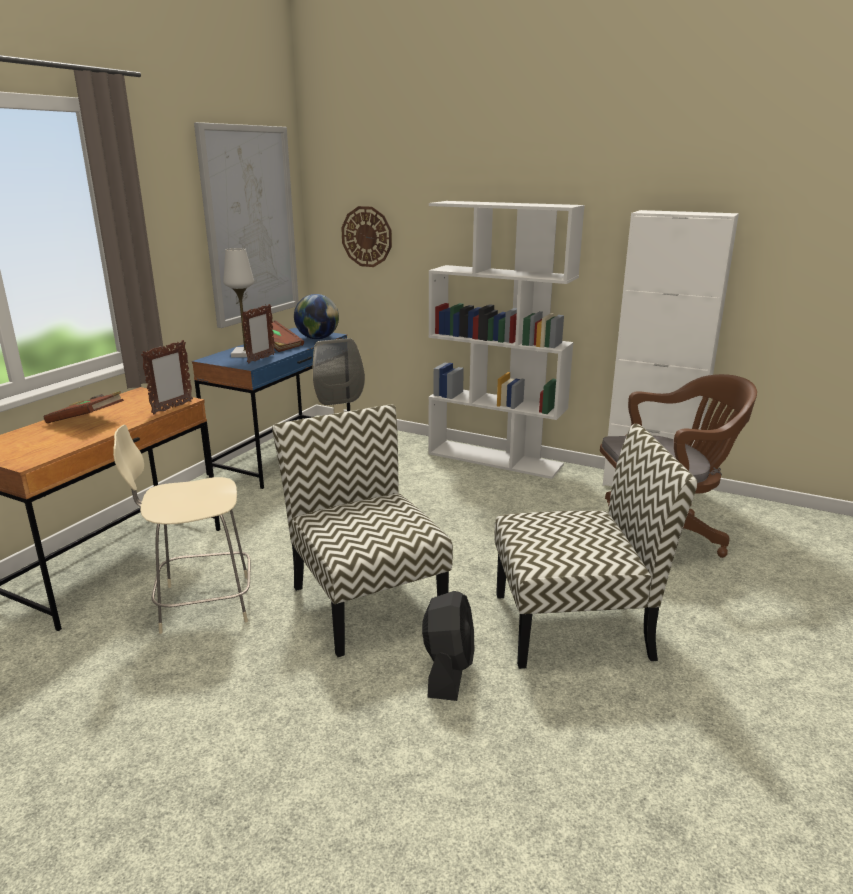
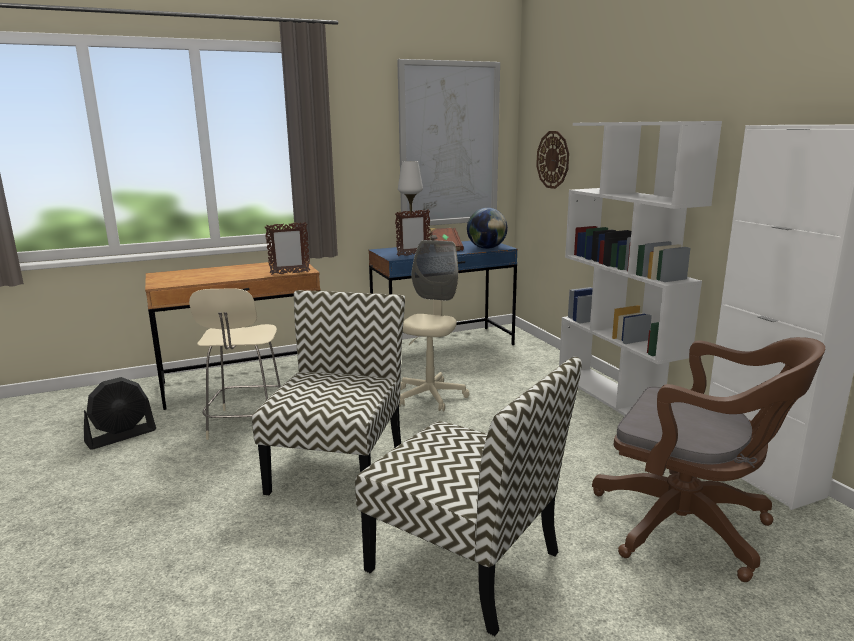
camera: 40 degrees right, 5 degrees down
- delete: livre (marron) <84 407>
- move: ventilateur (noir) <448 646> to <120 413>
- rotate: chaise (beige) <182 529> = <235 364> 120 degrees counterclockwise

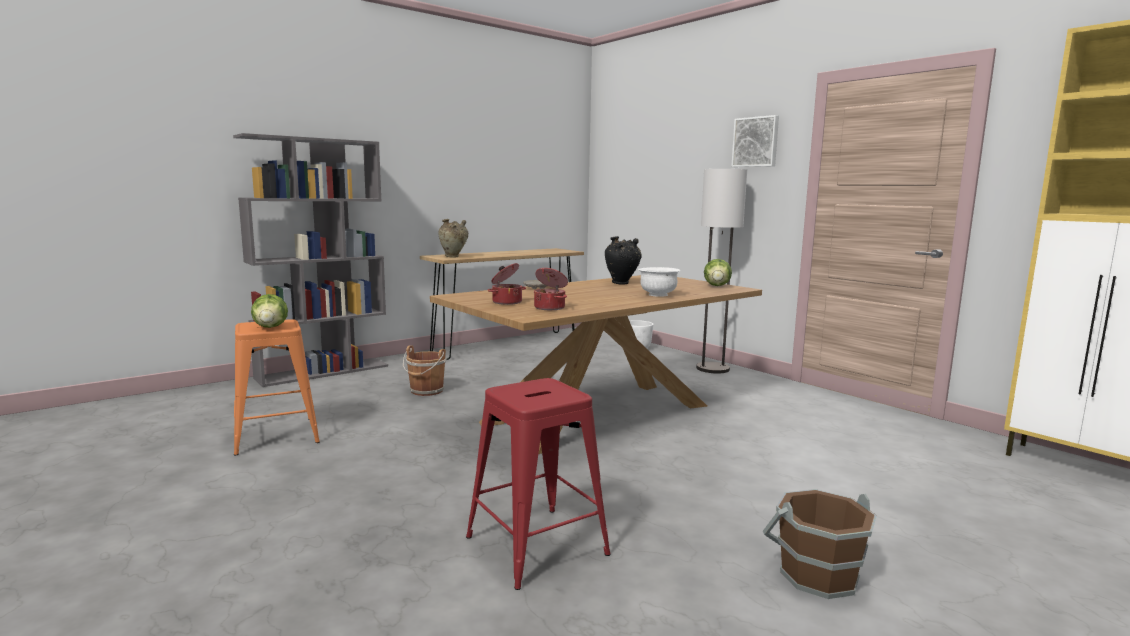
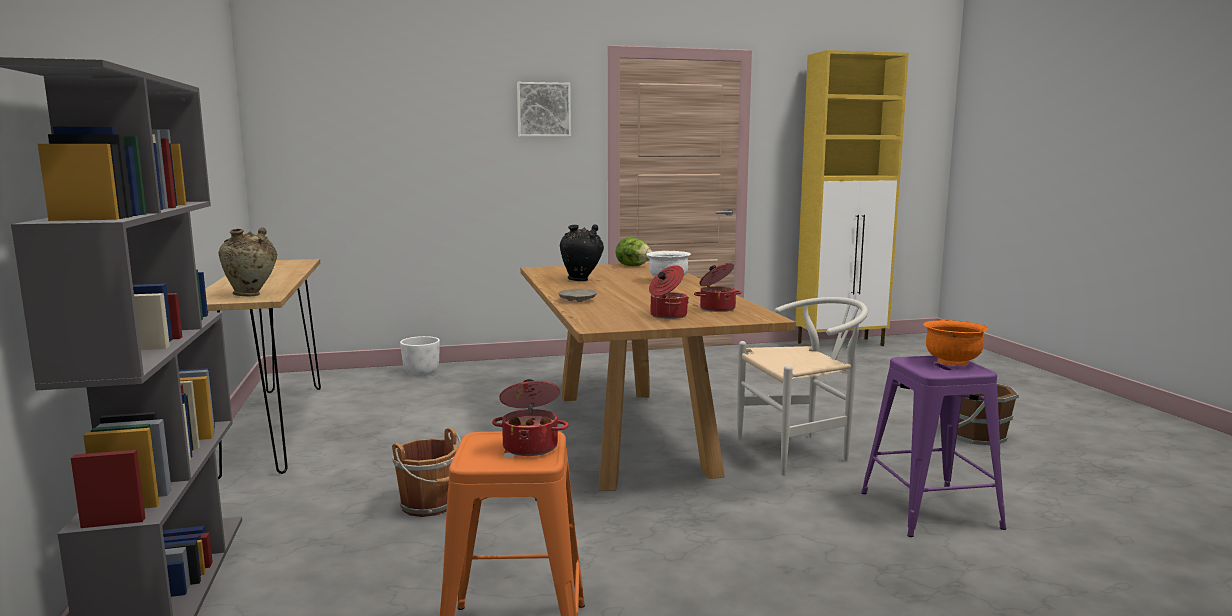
camera: 65 degrees left, 0 degrees up
- delete: lampadaire <721 271>
- insert: chaise (blanc) <802 386>
- insert: bol (orange) <955 343>
- replace: laitue <269 311> to marmite <530 417>
- recolor: tabouret (rouge) <538 484> to tabouret (violet) <933 446>

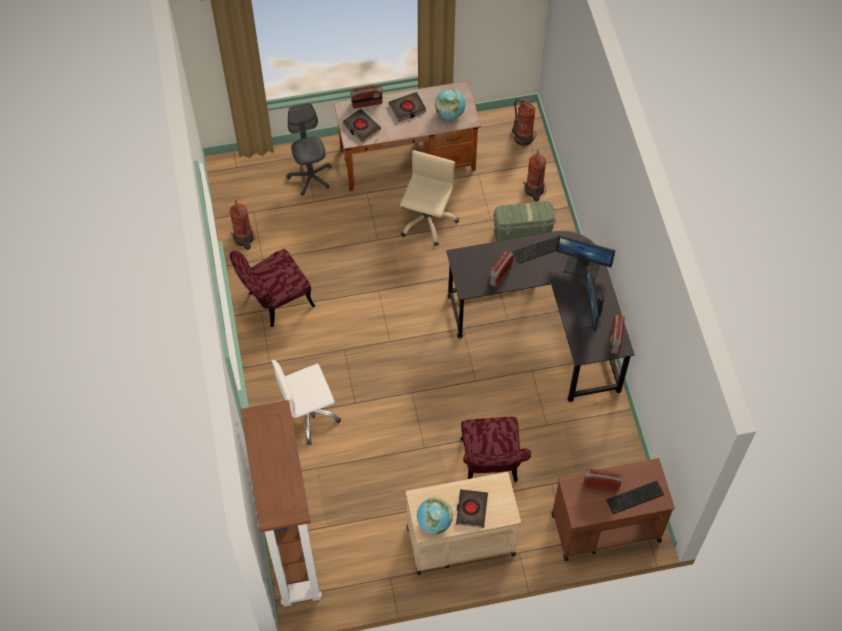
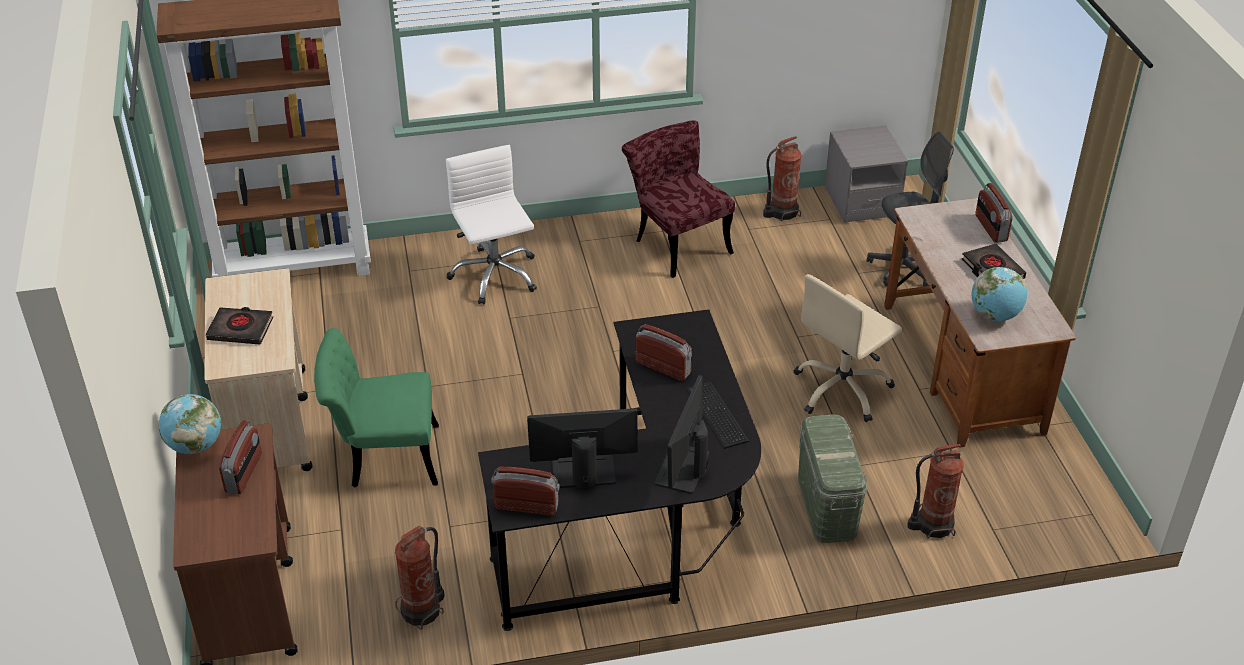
camera: 90 degrees right, 20 degrees down
- delete: livre (noir) <362 125>
- delete: clavier <635 497>
- insert: table de chevet (gris) <866 174>
- move: globe <435 515> to <190 424>
- move: extincteur <524 123> to <420 578>
- recolor: chaise (rouge) <496 449> to chaise (vert) <376 408>
- rotate: chaise de bureau (beige) <429 198> = <848 348> 120 degrees clockwise

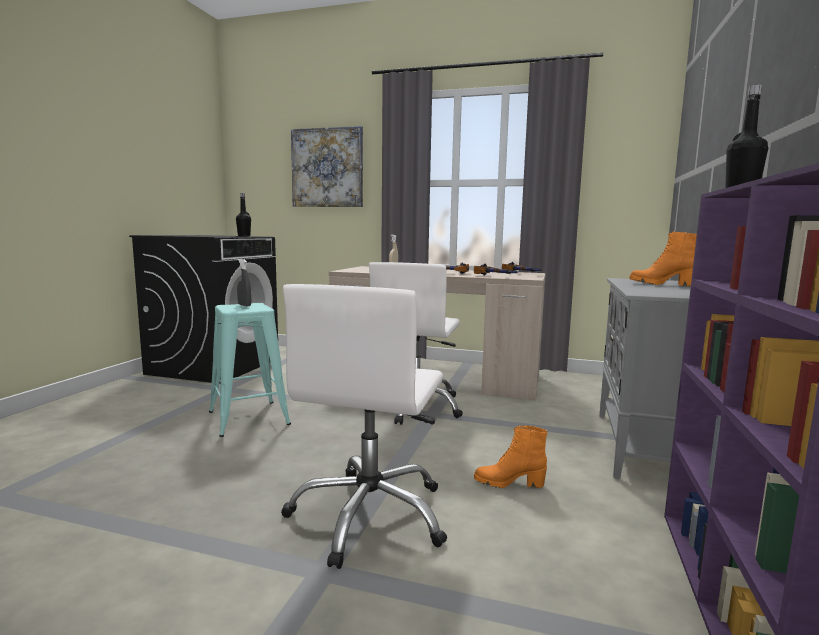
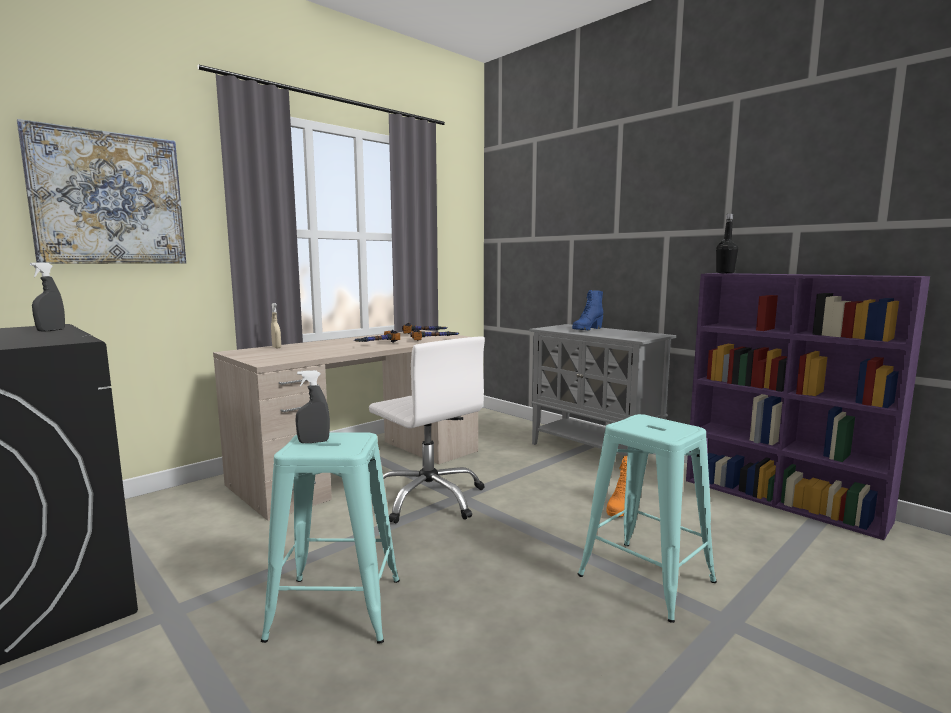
camera: 60 degrees left, 0 degrees up
- replace: bouteille (noir) <243 214> to vaporisateur (gris) <47 296>
- replace: chaise de bureau (blanc) <364 426> to tabouret (turquoise) <647 518>
- recolor: botte (orange) <663 258> to botte (bleu) <587 310>

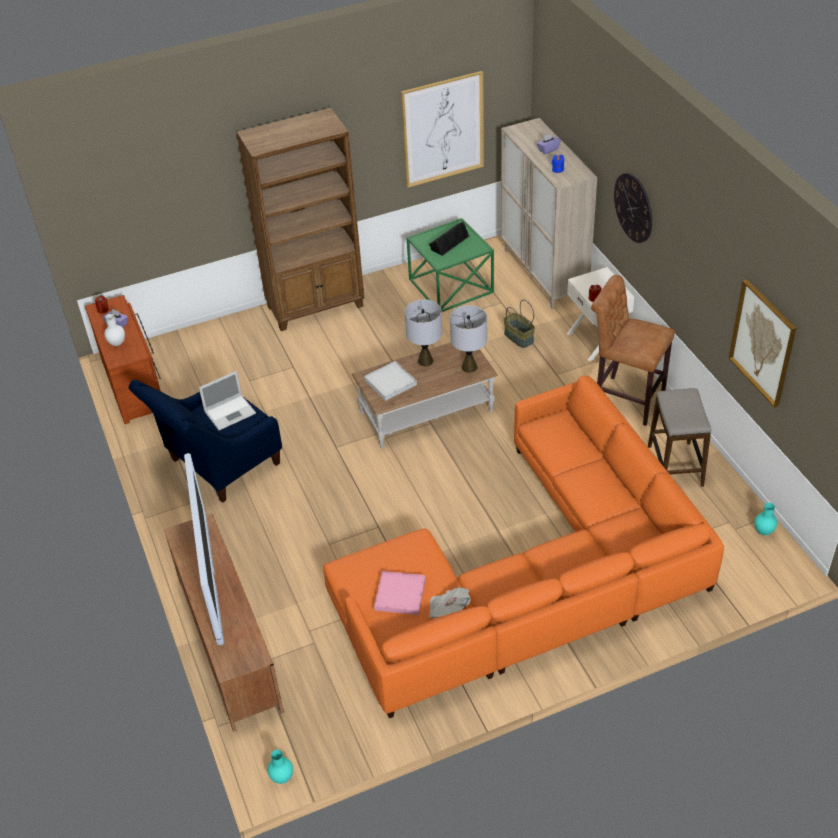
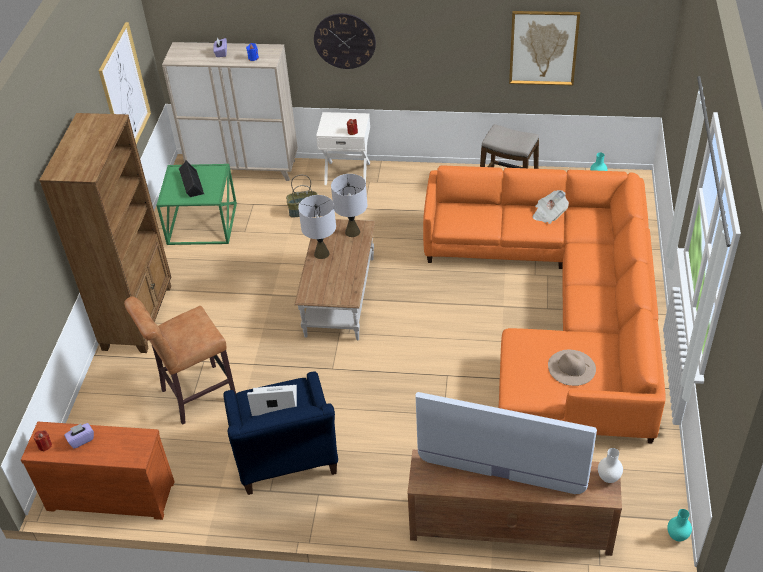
camera: 60 degrees left, 0 degrees up
- delete: plateau (blanc) <390 381>
- move: vase (blanc) <114 330> to <610 465>
- move: journal <450 603> to <550 207>
- move: tabouret (marron) <633 350> to <180 360>
- replace: plateau (rose) <400 593> to chapeau (beige) <572 368>
- rotate: ordinateur portable <227 400> = <272 400> 90 degrees counterclockwise

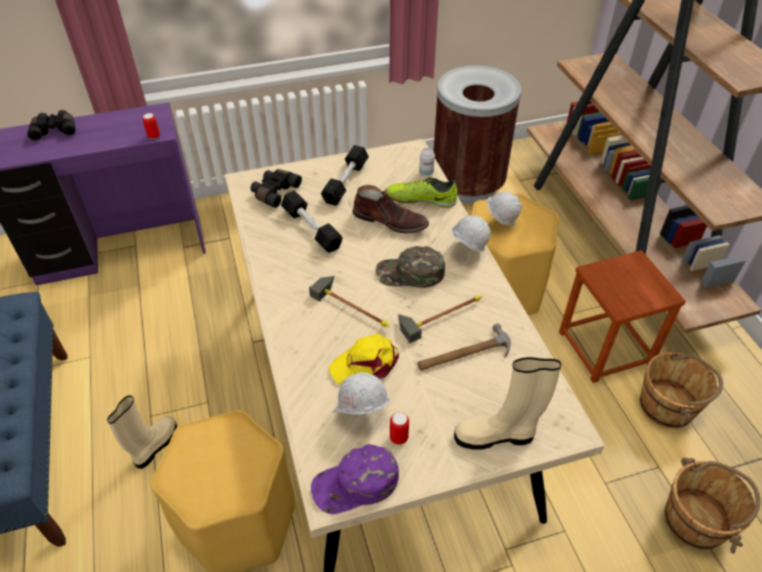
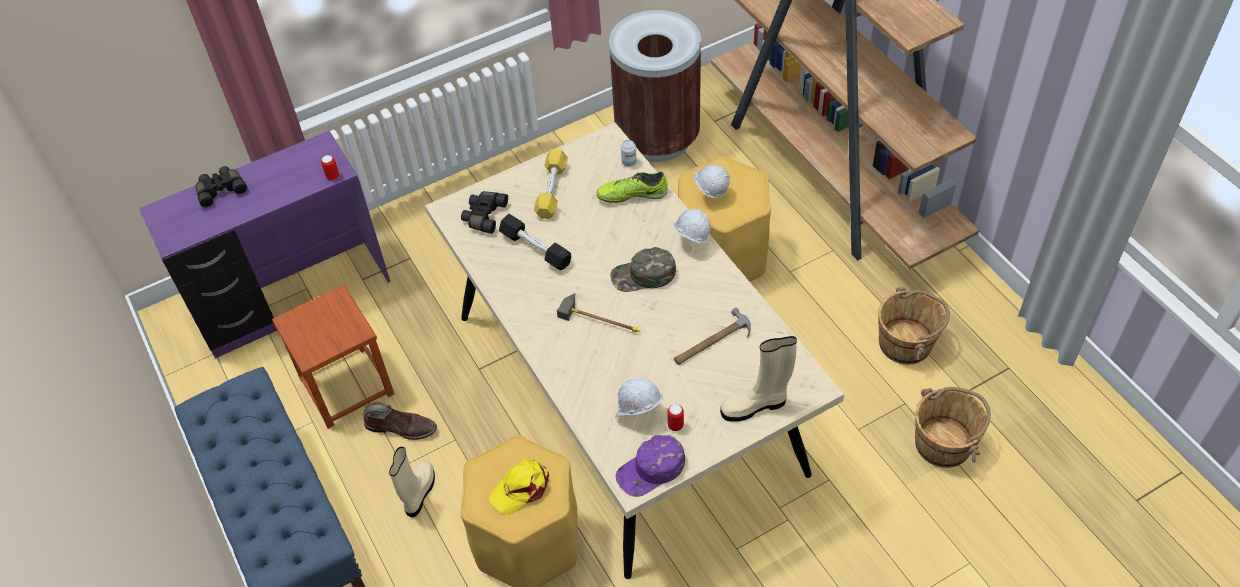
camera: 10 degrees left, 5 degrees up
- delete: marteau <440 319>
- move: casquette (jaune) <364 359> to <519 487>
- move: botte (marron) <390 209> to <400 421>
- move: tabouret (marron) <622 316> to <333 357>
- recolor: haltère (noir) <345 175> to haltère (jaune) <551 184>

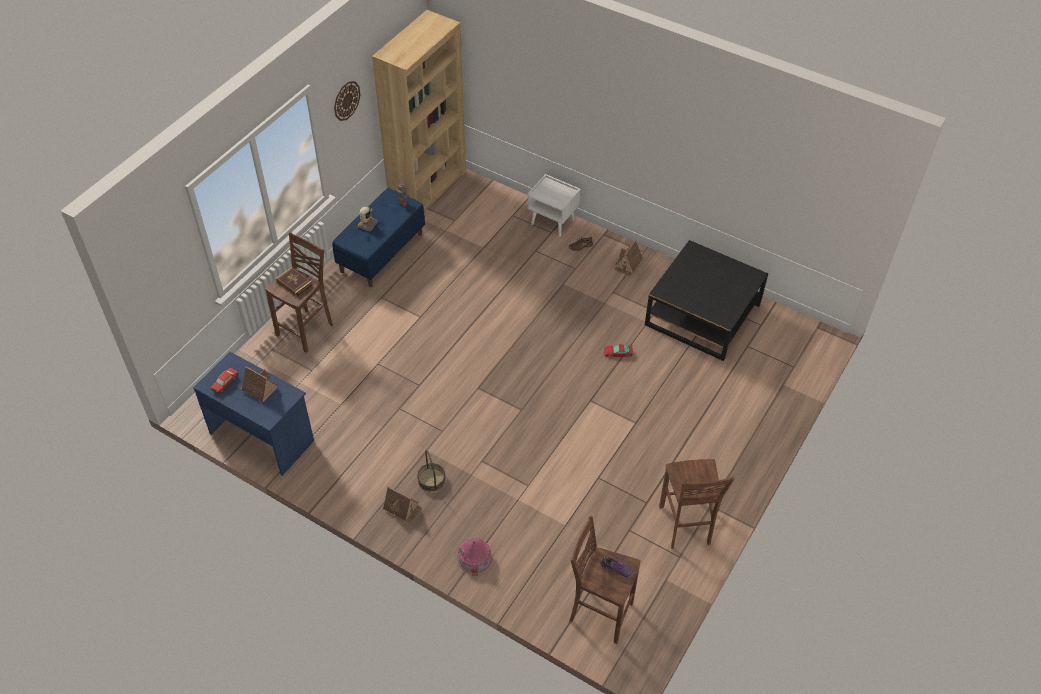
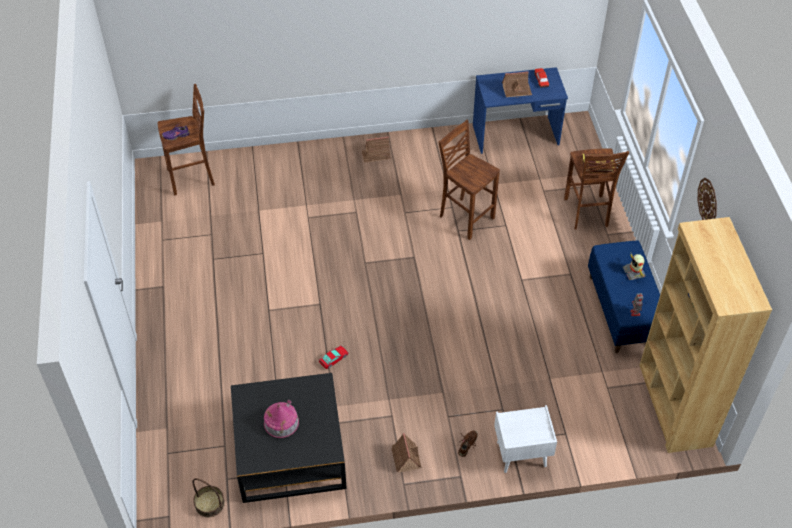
camera: 140 degrees right, 0 degrees up
- move: panier <431 471> to <208 497>
- move: maison miniature <474 557> to <281 419>
- move: tabouret (marron) <697 504> to <469 180>

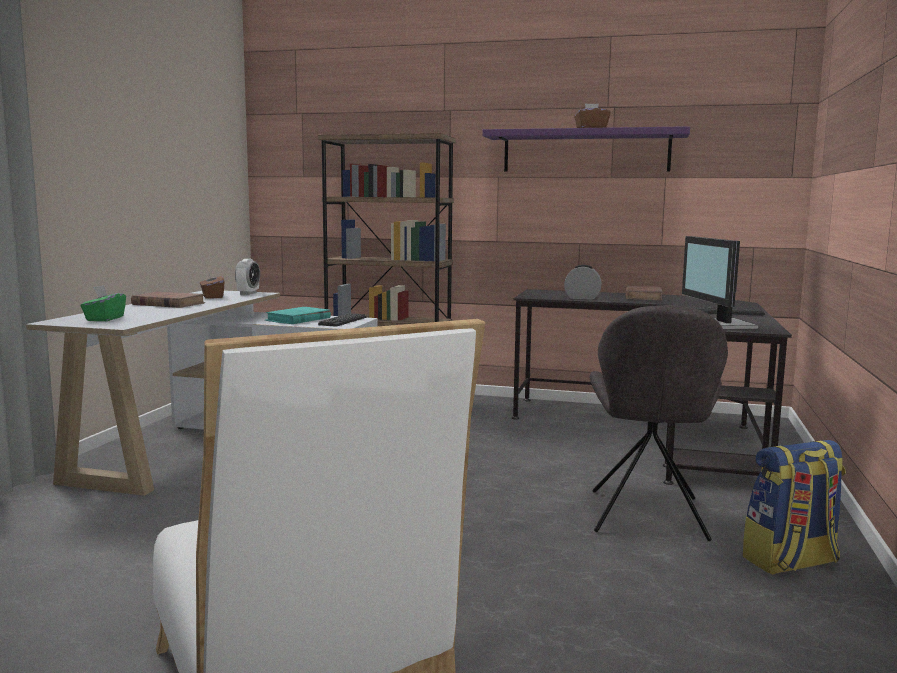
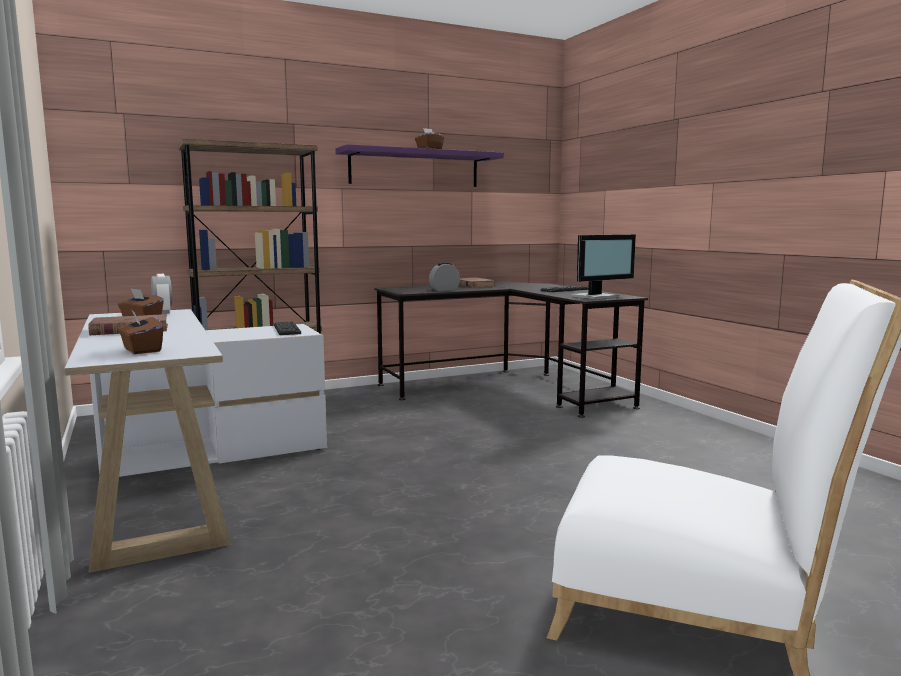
camera: 40 degrees left, 0 degrees up
- delete: livre (turquoise) <298 315>
- delete: chaise (gris) <659 423>
- delete: sac à dos <794 507>
- recolor: boîte à mouchoirs (vert) <103 303> to boîte à mouchoirs (marron) <140 332>
- rotate: écran d'ordinateur <720 282> = <603 267> 75 degrees counterclockwise

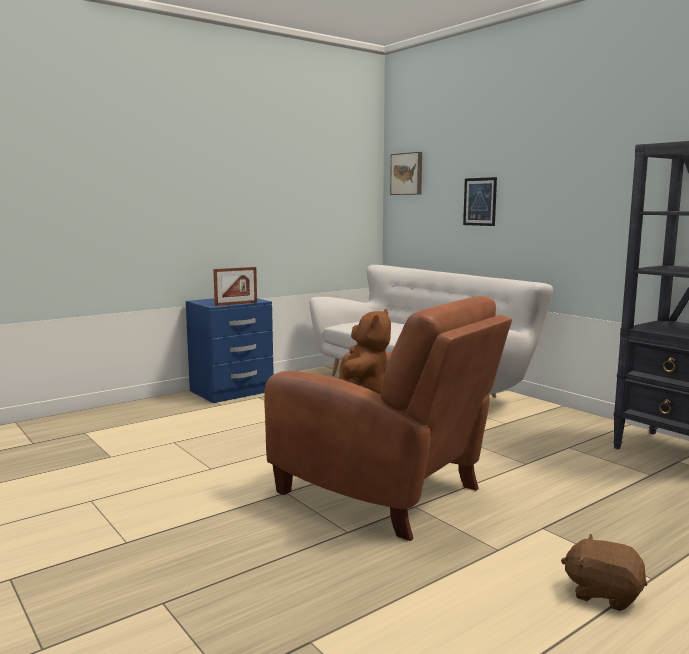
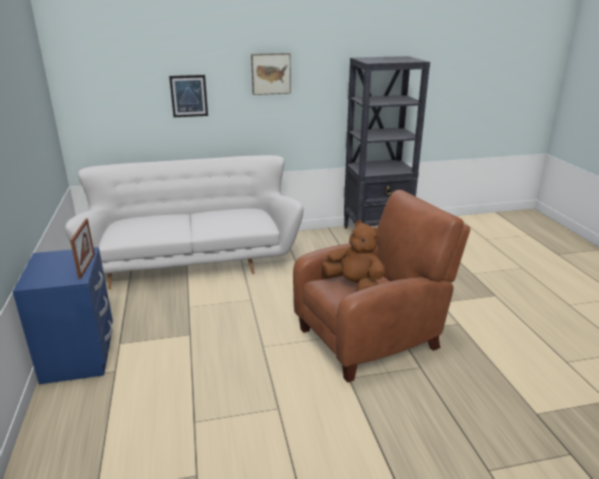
camera: 65 degrees left, 15 degrees up
- delete: peluche (marron) <604 572>
- move: tableau <406 173> to <271 74>

